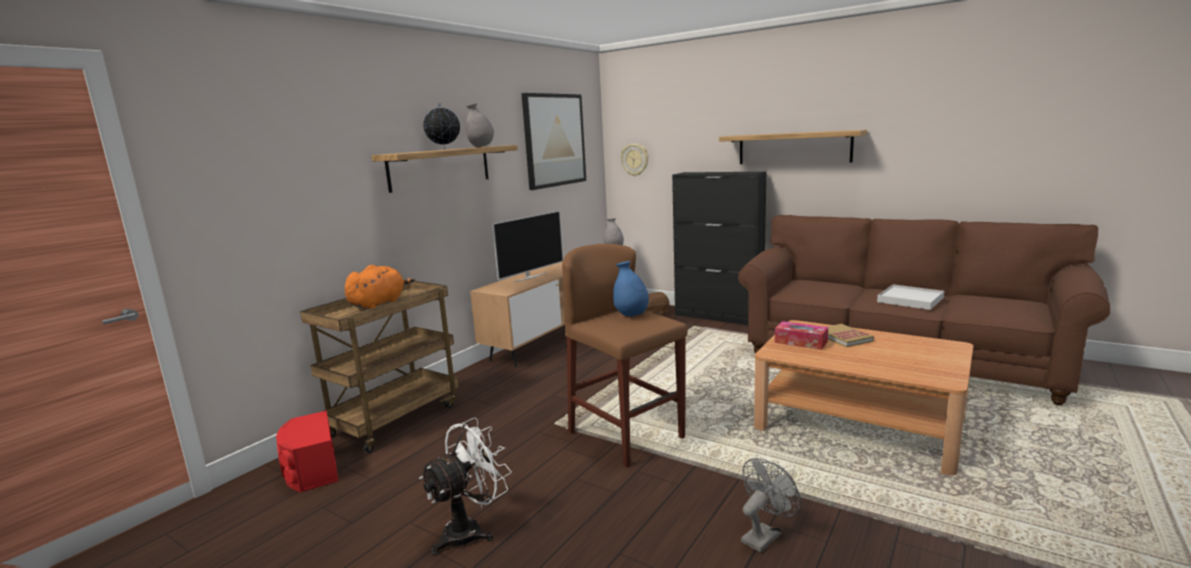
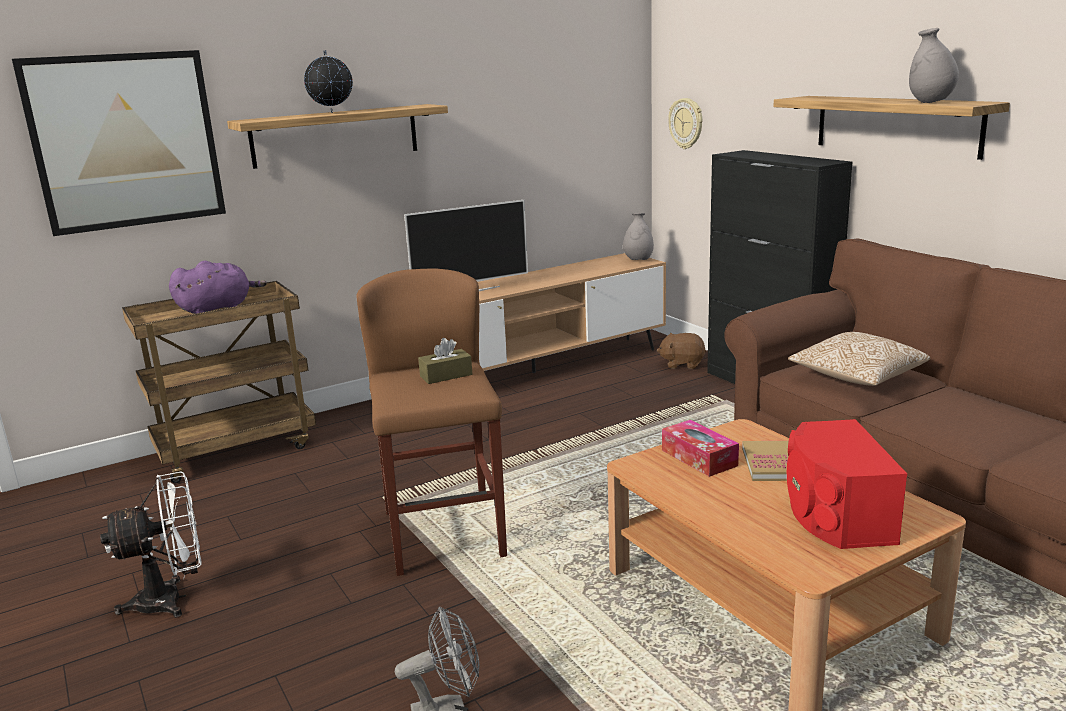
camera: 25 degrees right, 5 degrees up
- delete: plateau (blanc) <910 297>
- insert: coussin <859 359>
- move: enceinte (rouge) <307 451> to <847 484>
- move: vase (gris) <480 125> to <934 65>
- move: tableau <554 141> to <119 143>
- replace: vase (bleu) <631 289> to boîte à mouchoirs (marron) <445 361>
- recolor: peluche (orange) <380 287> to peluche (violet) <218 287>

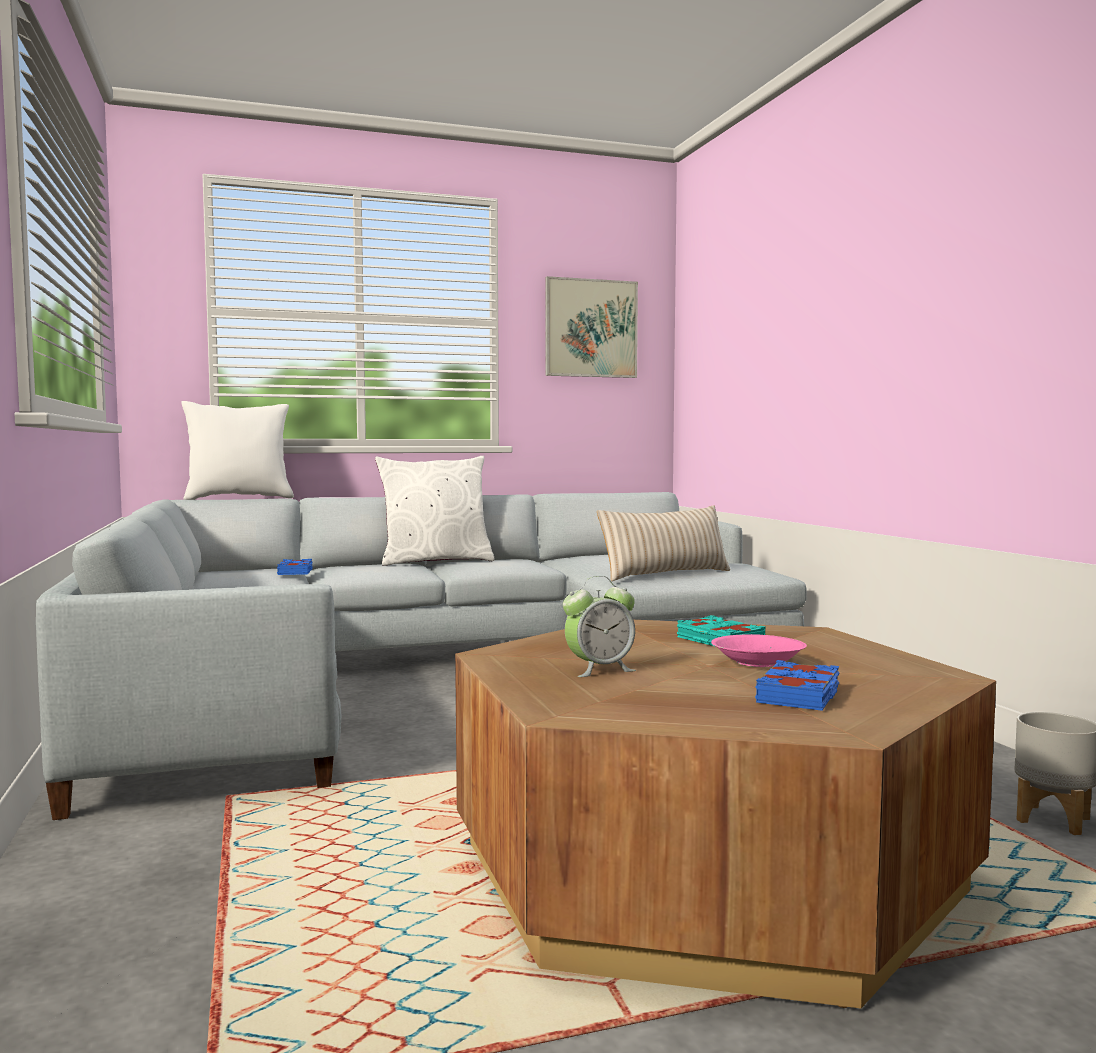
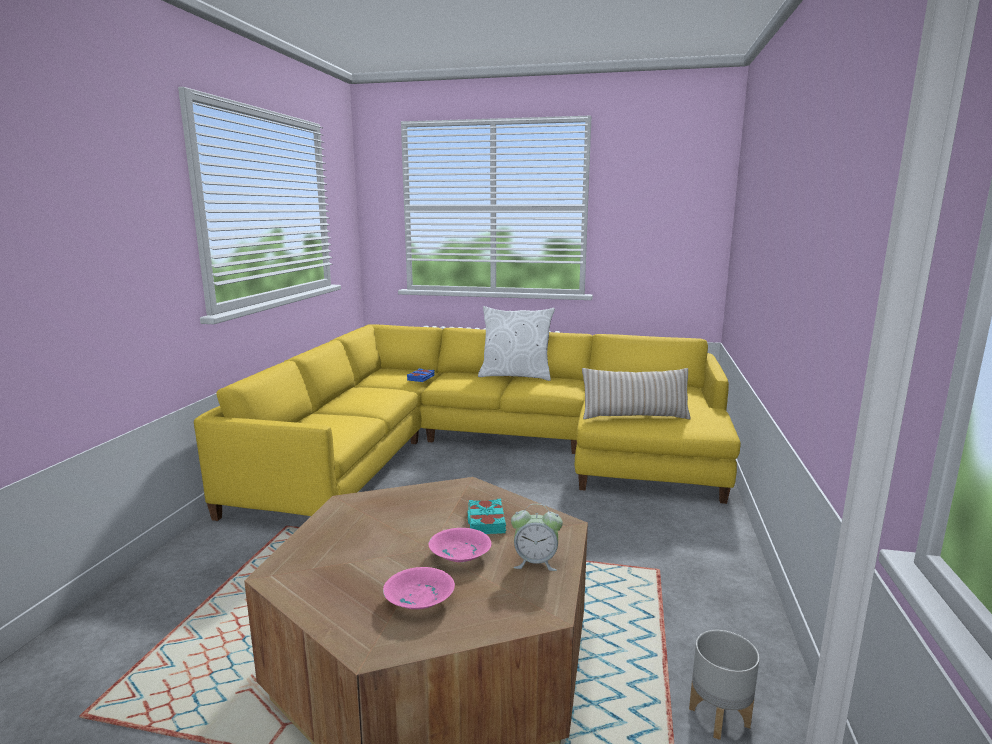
camera: 30 degrees right, 10 degrees up
- delete: coussin (blanc) <237 450>
- delete: tableau <592 327>
- move: réveil <599 626> to <537 537>
- replace: livre (bleu) <797 685> to bol (rose) <419 588>
- recolor: canapé (gris) <421 656> to canapé (jaune) <467 422>

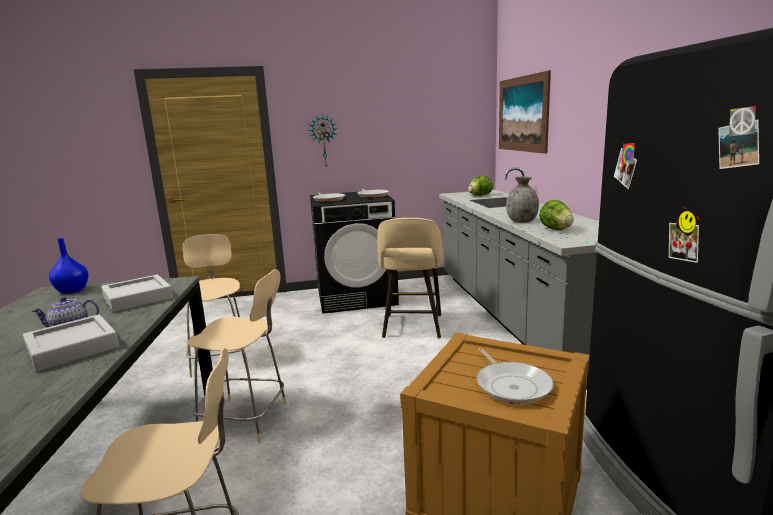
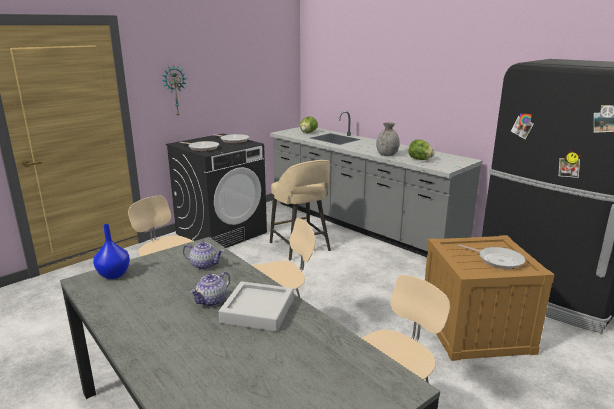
camera: 35 degrees left, 5 degrees up
- delete: tableau <525 112>
- replace: plateau (gris) <137 293> to théière <203 255>

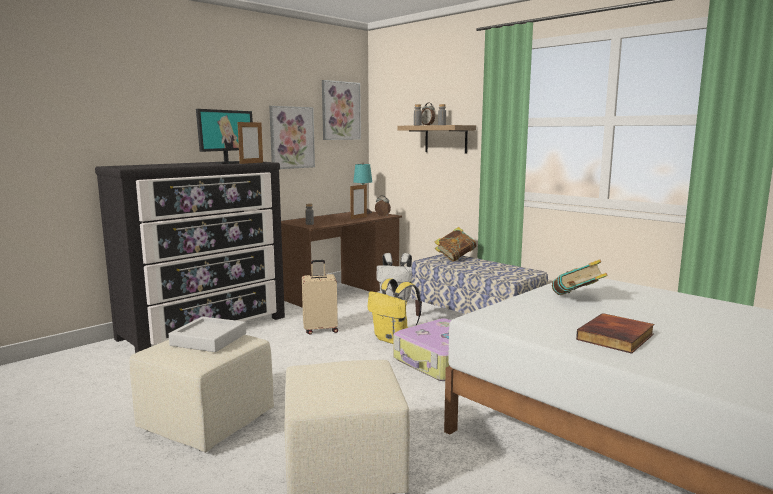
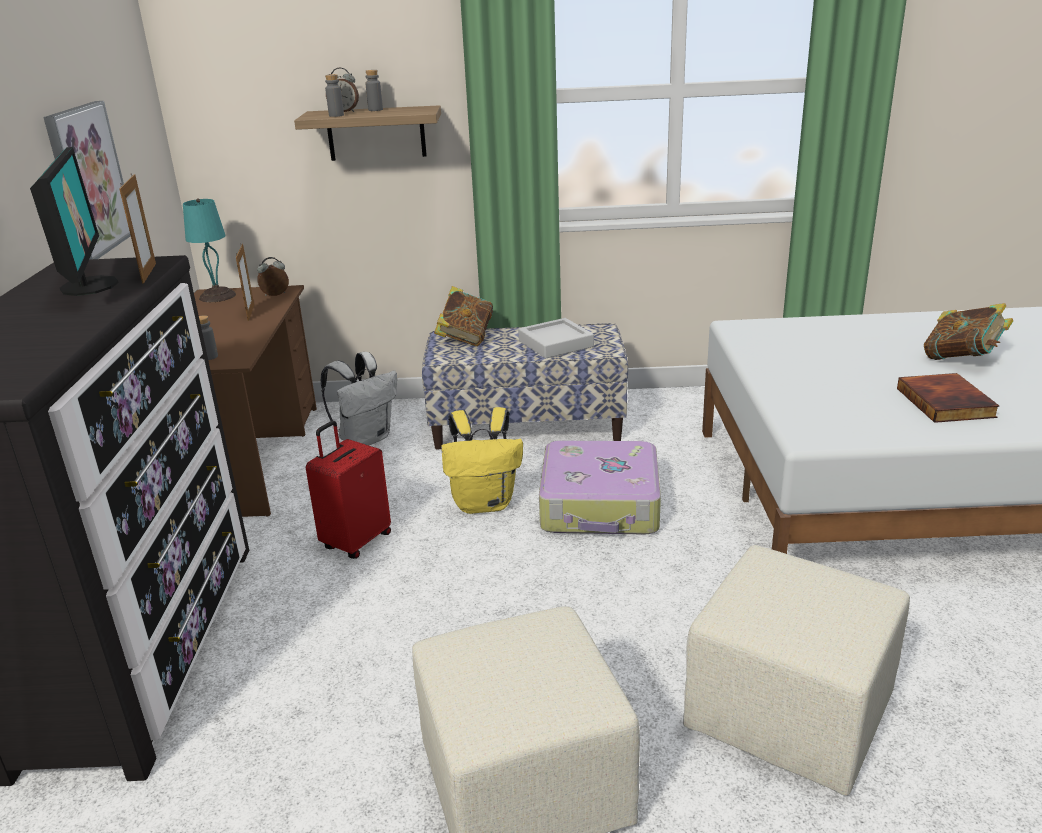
camera: 45 degrees left, 15 degrees up
- delete: tableau <341 110>
- move: plateau (gris) <207 334> to <556 338>
- move: livre <579 277> to <968 331>
- recolor: valise (beige) <320 297> to valise (rouge) <348 490>

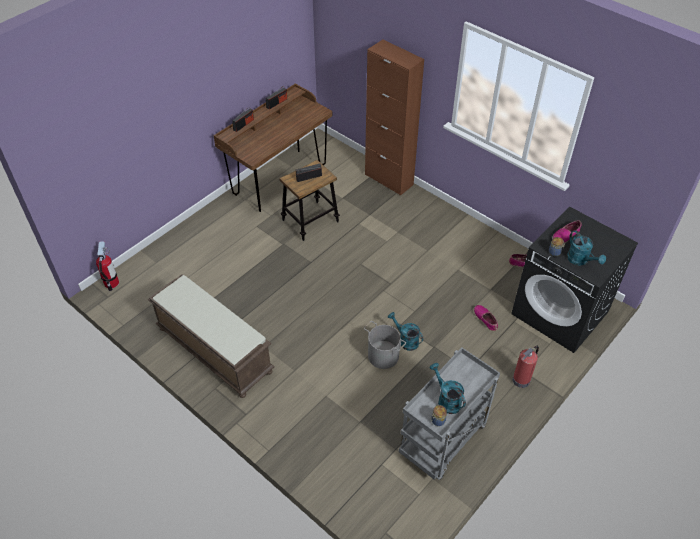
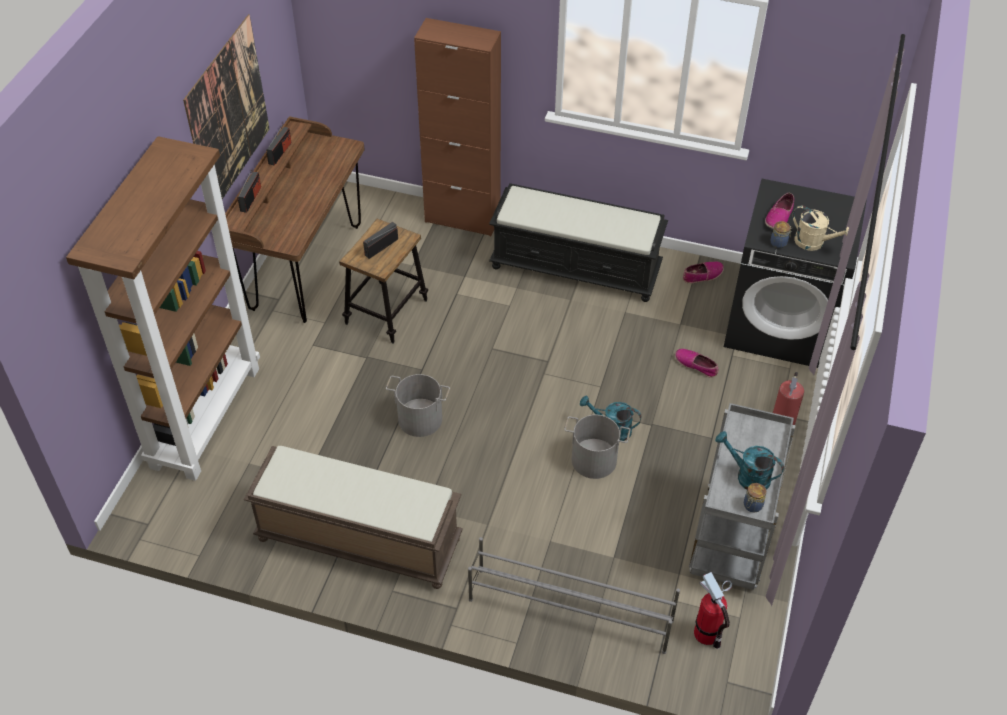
camera: 25 degrees left, 0 degrees up
- insert: bibliothèque (marron) <163 308>
- insert: tableau <226 106>
- insert: seau (gris) <418 405>
- insert: étagère à chaussures (gris) <574 595>
- insert: banc (noir) <578 242>
- move: extincteur <107 266> to <713 610>
- recolor: arrosoir (turquoise) <586 248> to arrosoir (beige) <820 228>

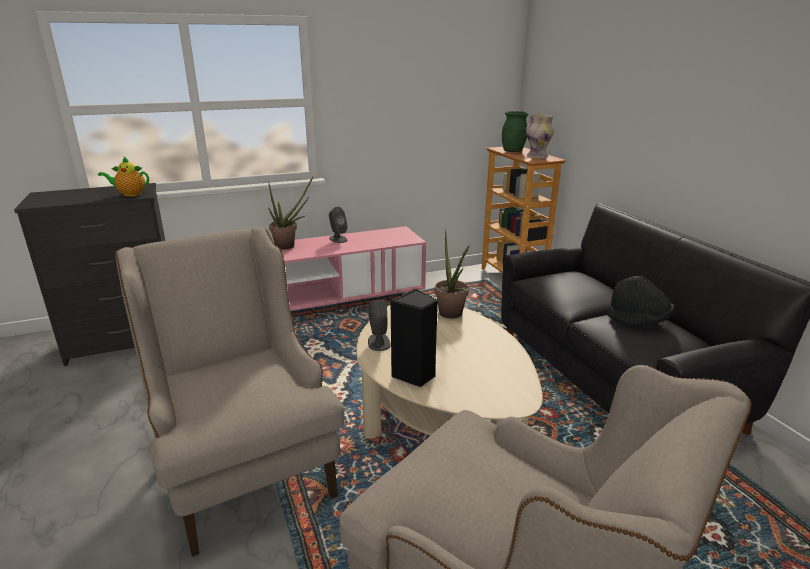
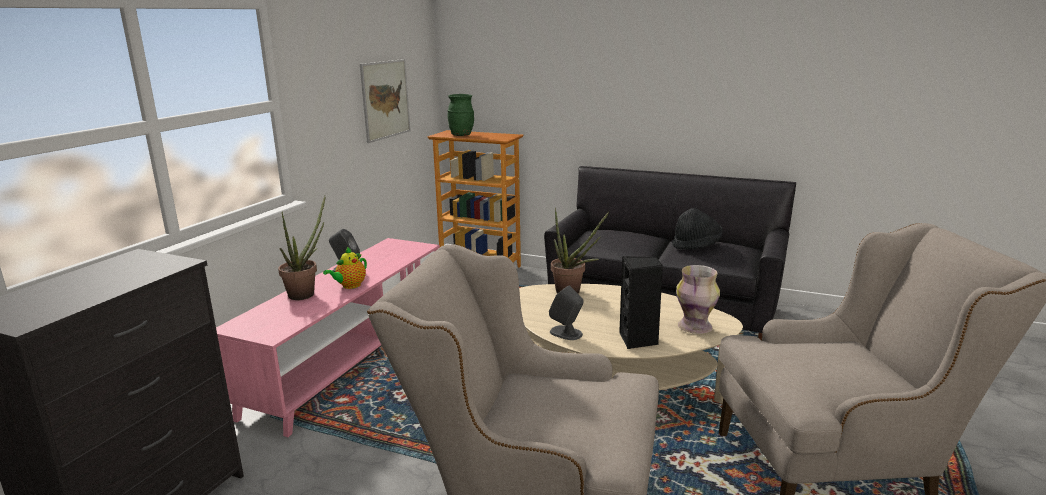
camera: 45 degrees left, 5 degrees down
- insert: tableau <385 101>
- move: théière <123 177> to <345 268>
- move: vase <540 136> to <698 299>

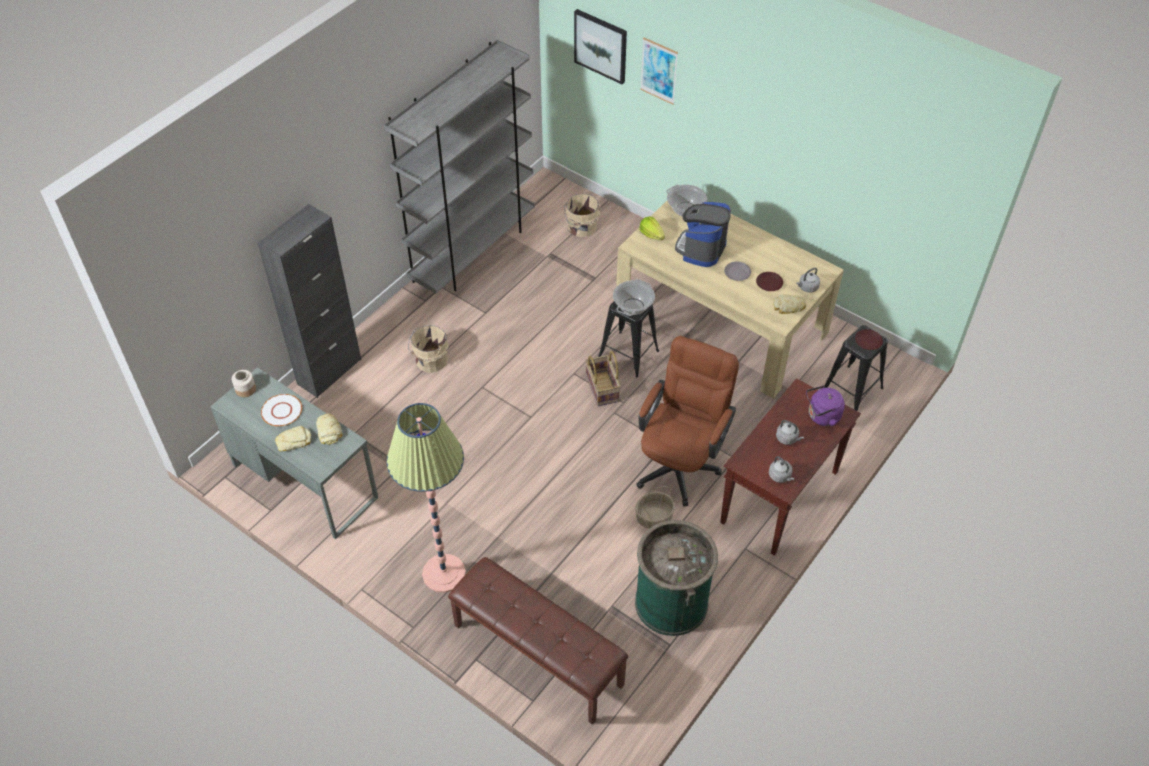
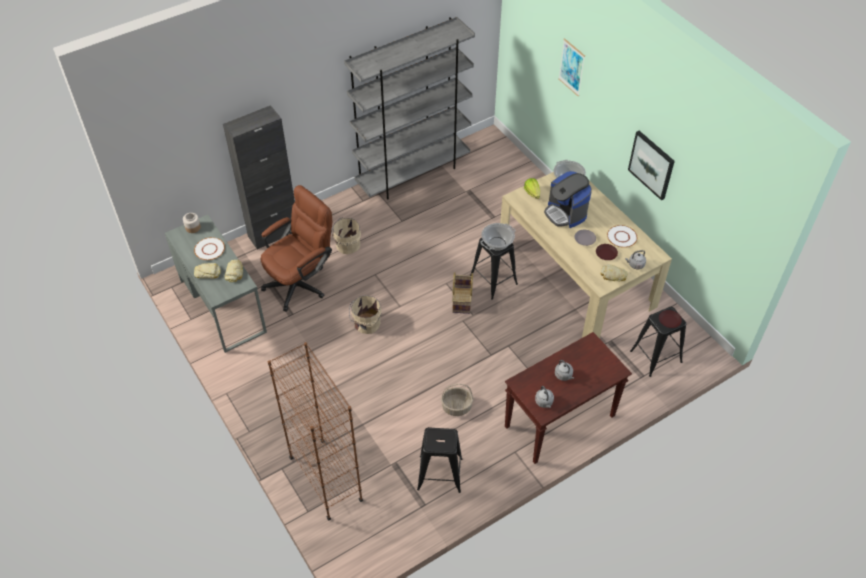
camera: 20 degrees right, 0 degrees up
- delete: lampadaire <426 498>
- delete: bouilloire (violet) <825 405>
- insert: assiette (blanc) <622 236>
- move: seau (beige) <582 215> to <365 314>
- move: tableau <600 46> to <651 166>
- move: chaise de bureau (marron) <687 421> to <296 248>
- replace: banc (marron) <538 641> to bibliothèque (marron) <315 431>
- replace: poubelle (vert) <676 578> to tabouret (noir) <439 460>
- rotate: machine à café <703 234> = <568 199> 75 degrees counterclockwise

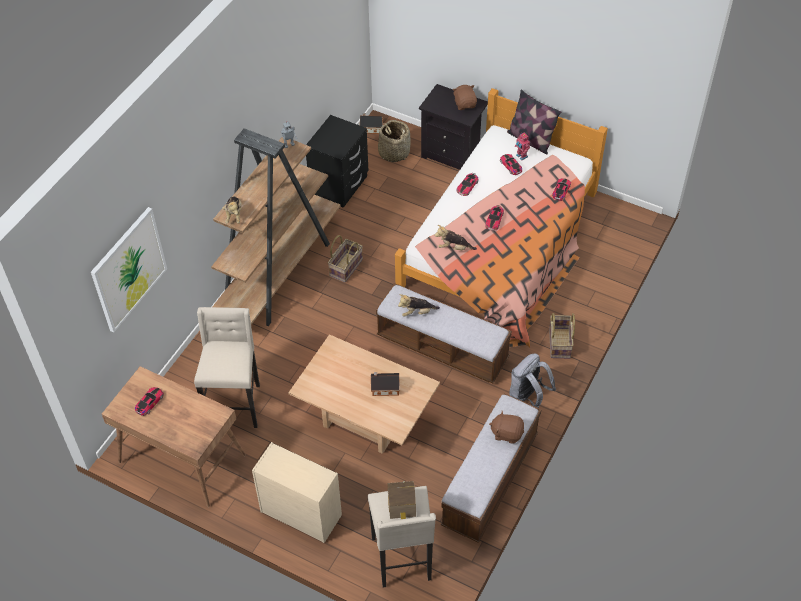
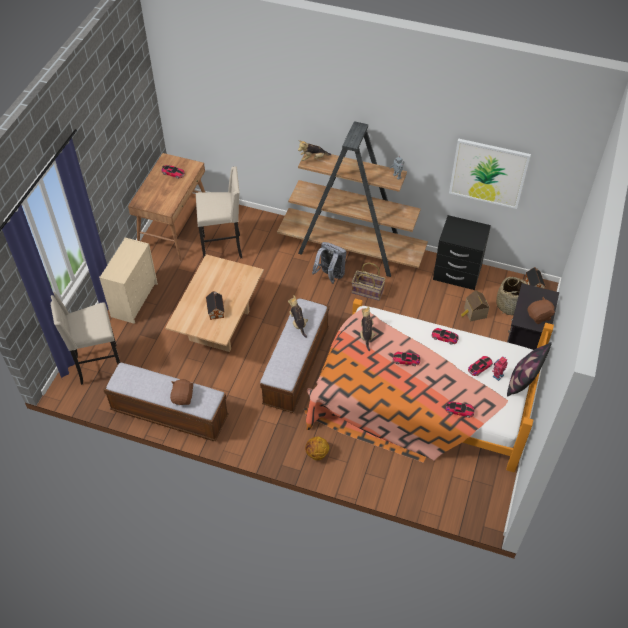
camera: 80 degrees right, 0 degrees up
- move: tableau <129 270> to <490 173>
- move: maison miniature <402 500> to <475 306>
- move: sac à dos (gris) <532 380> to <329 263>
- replace: panier <562 335> to ballon de basket <317 448>

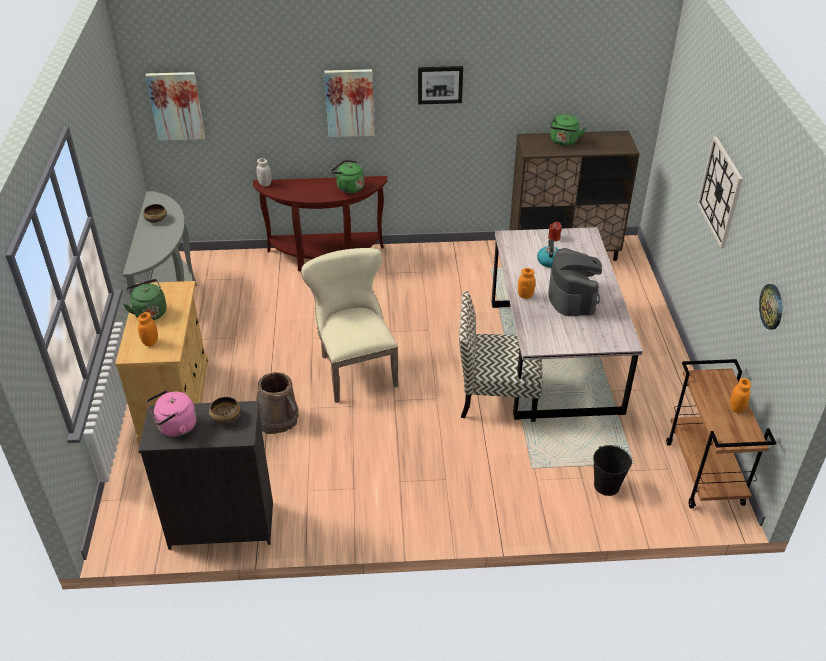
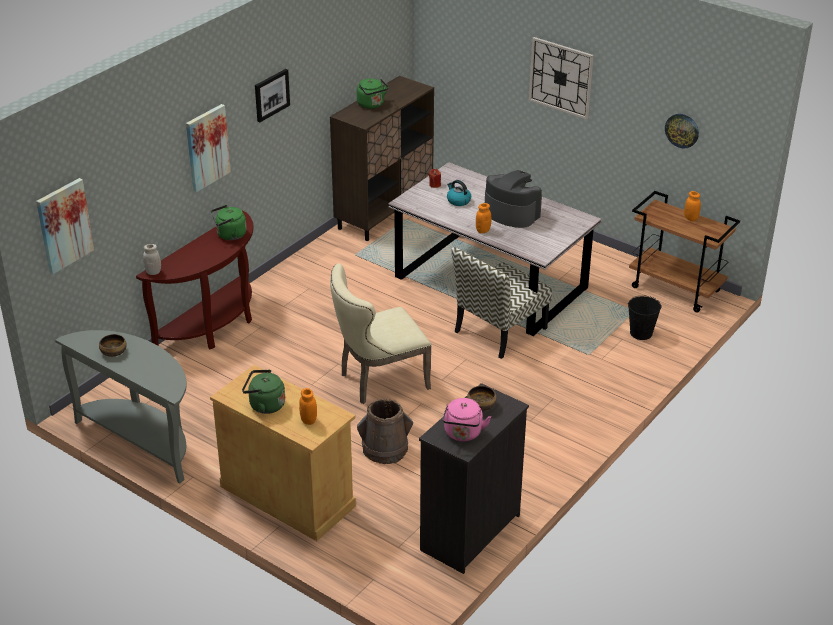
camera: 50 degrees left, 5 degrees down
- rotate: chaise (beige) <349 325> = <381 333> 45 degrees counterclockwise

